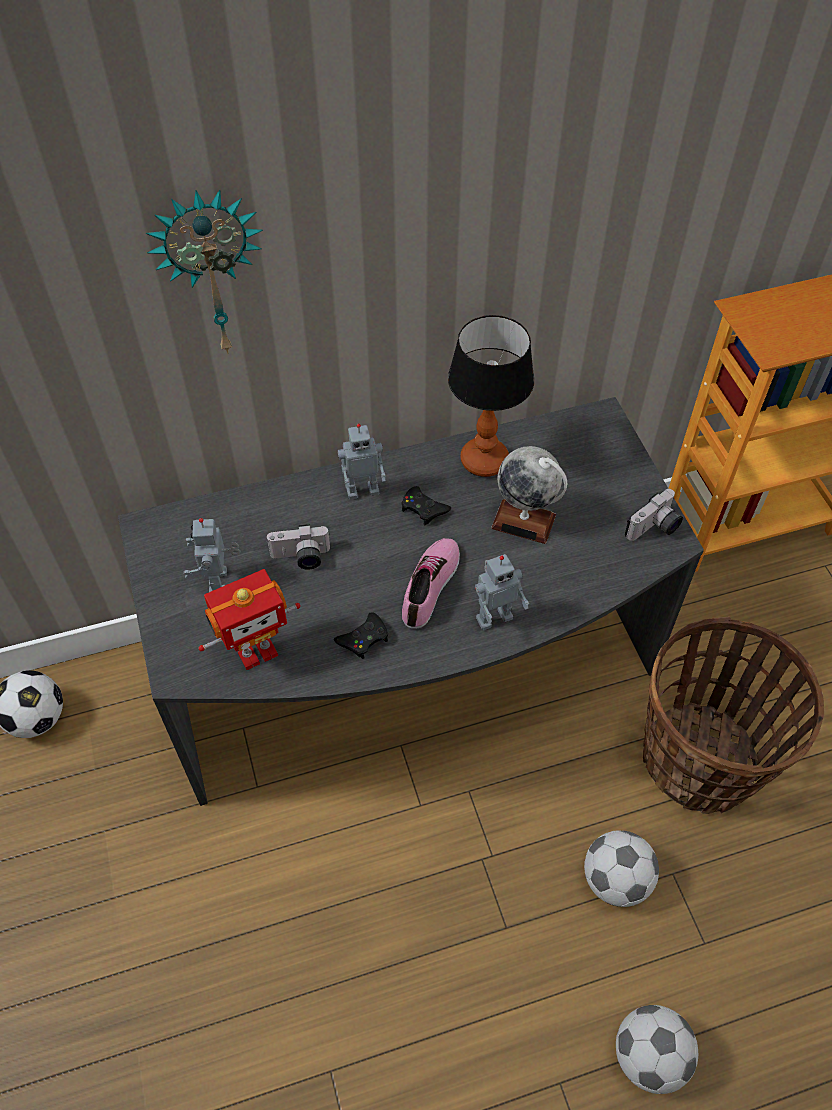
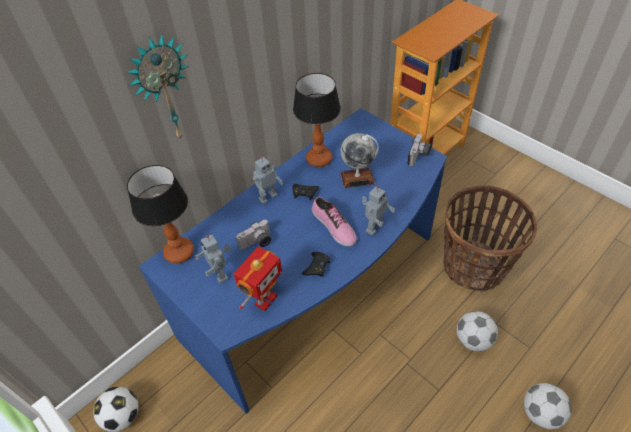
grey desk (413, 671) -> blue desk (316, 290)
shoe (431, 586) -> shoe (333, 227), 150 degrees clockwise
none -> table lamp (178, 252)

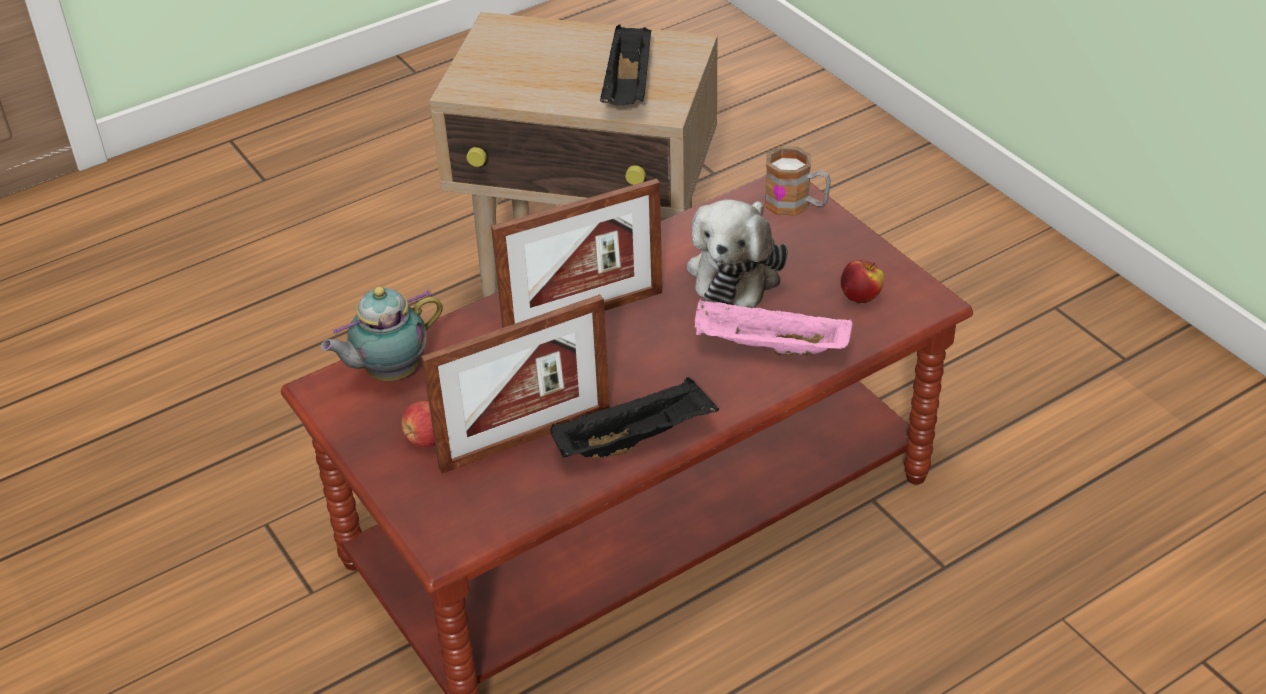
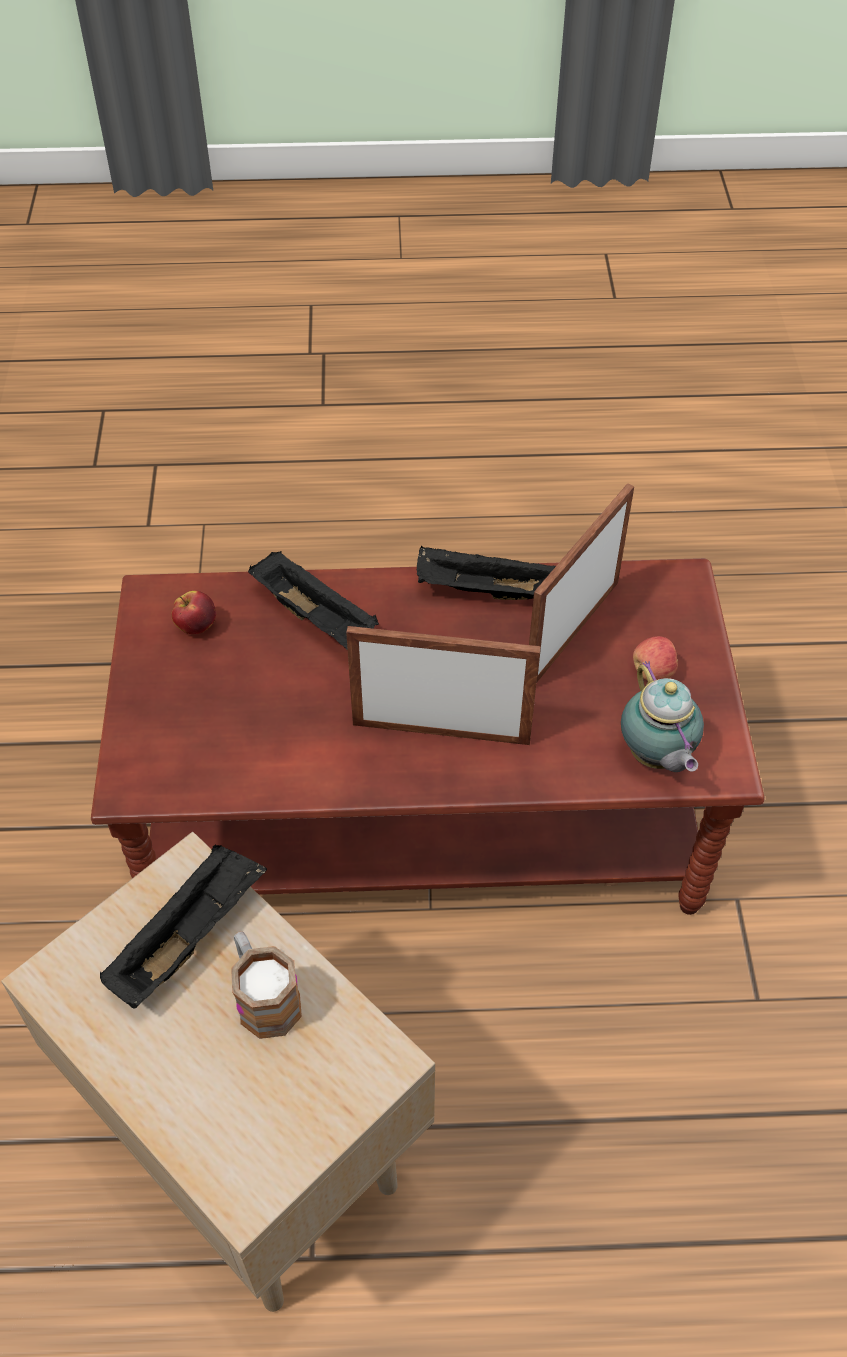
teapot (389, 373) -> teapot (656, 757), 75 degrees clockwise
picture frame (525, 439) -> picture frame (572, 633), 60 degrees counterclockwise
plush toy (736, 271) -> none
pink tray (768, 347) -> black tray (316, 618)
mug (796, 205) -> mug (263, 996), relocated

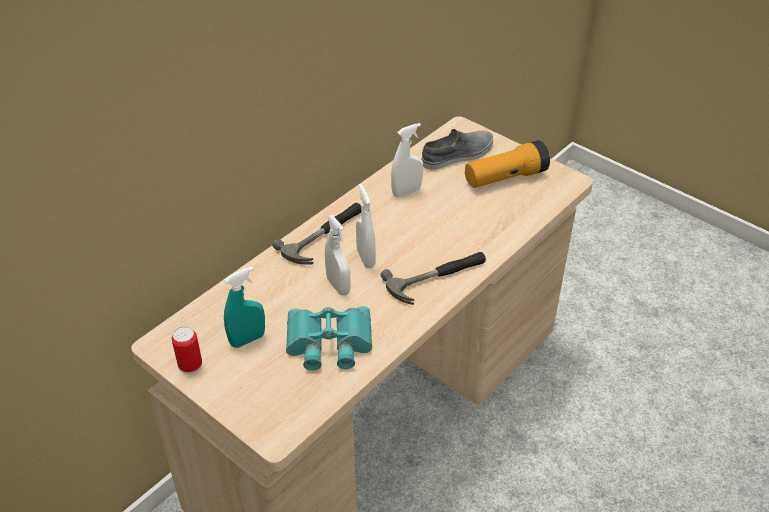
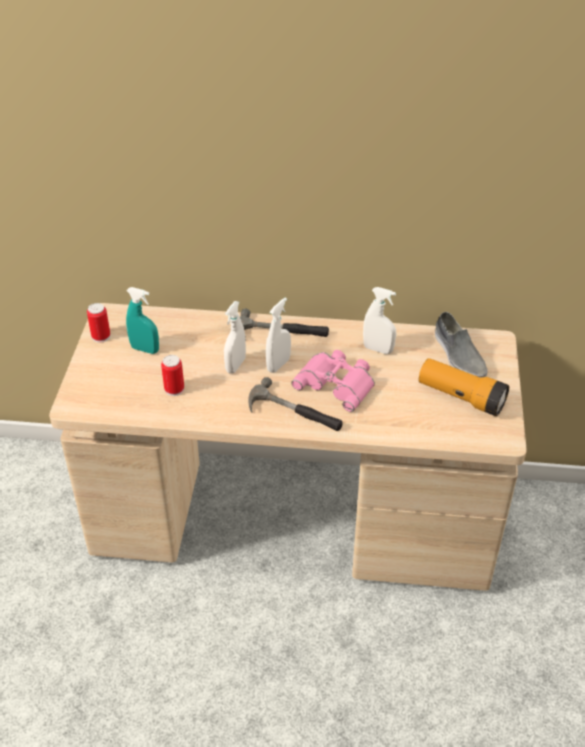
turquoise binoculars (329, 344) -> can (174, 389)
grey shoe (458, 155) -> grey shoe (458, 356), 45 degrees clockwise
none -> pink binoculars (337, 383)

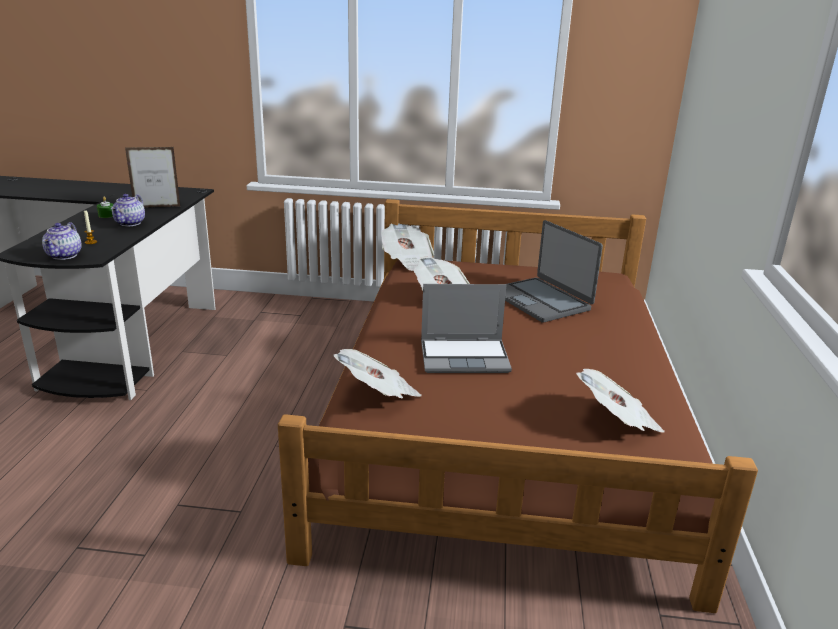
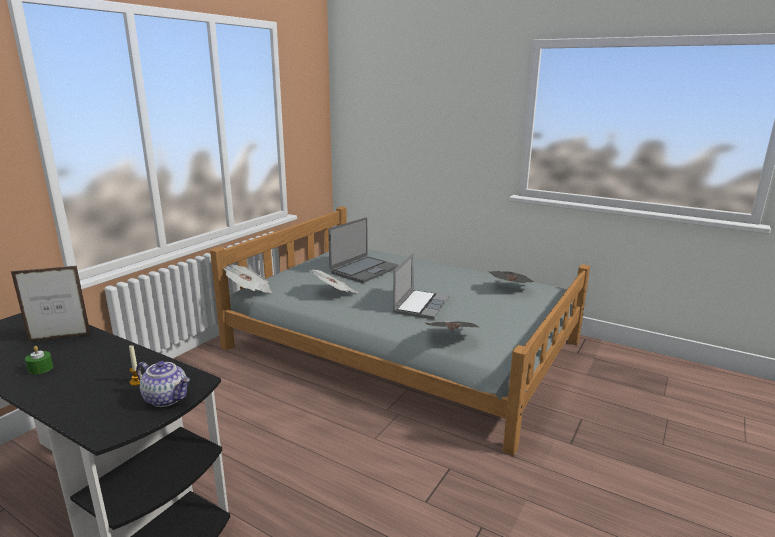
teapot (130, 223) -> none
picture frame (157, 207) -> picture frame (59, 338), 120 degrees counterclockwise
brown bed (501, 419) -> grey bed (404, 345)
laptop (541, 300) -> laptop (364, 270), 45 degrees counterclockwise

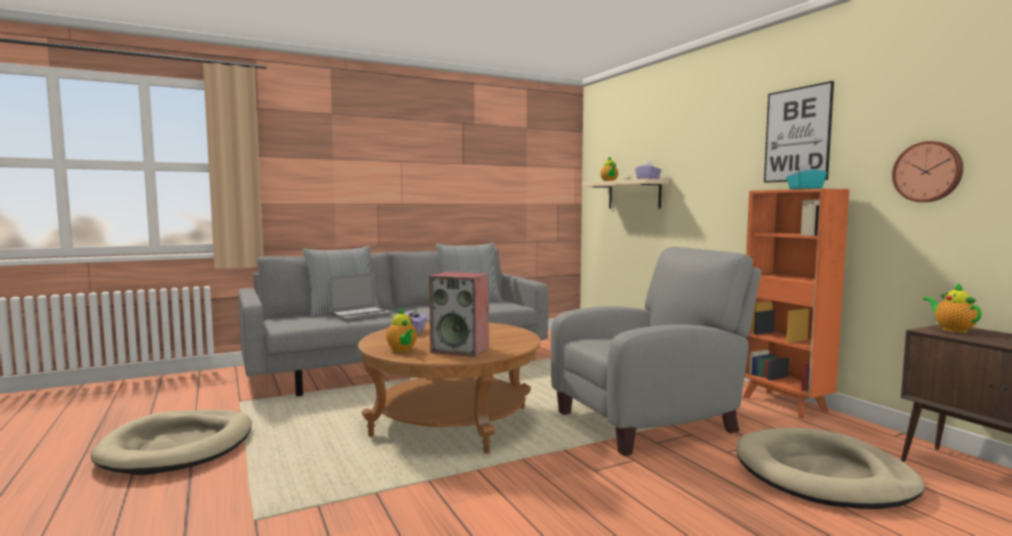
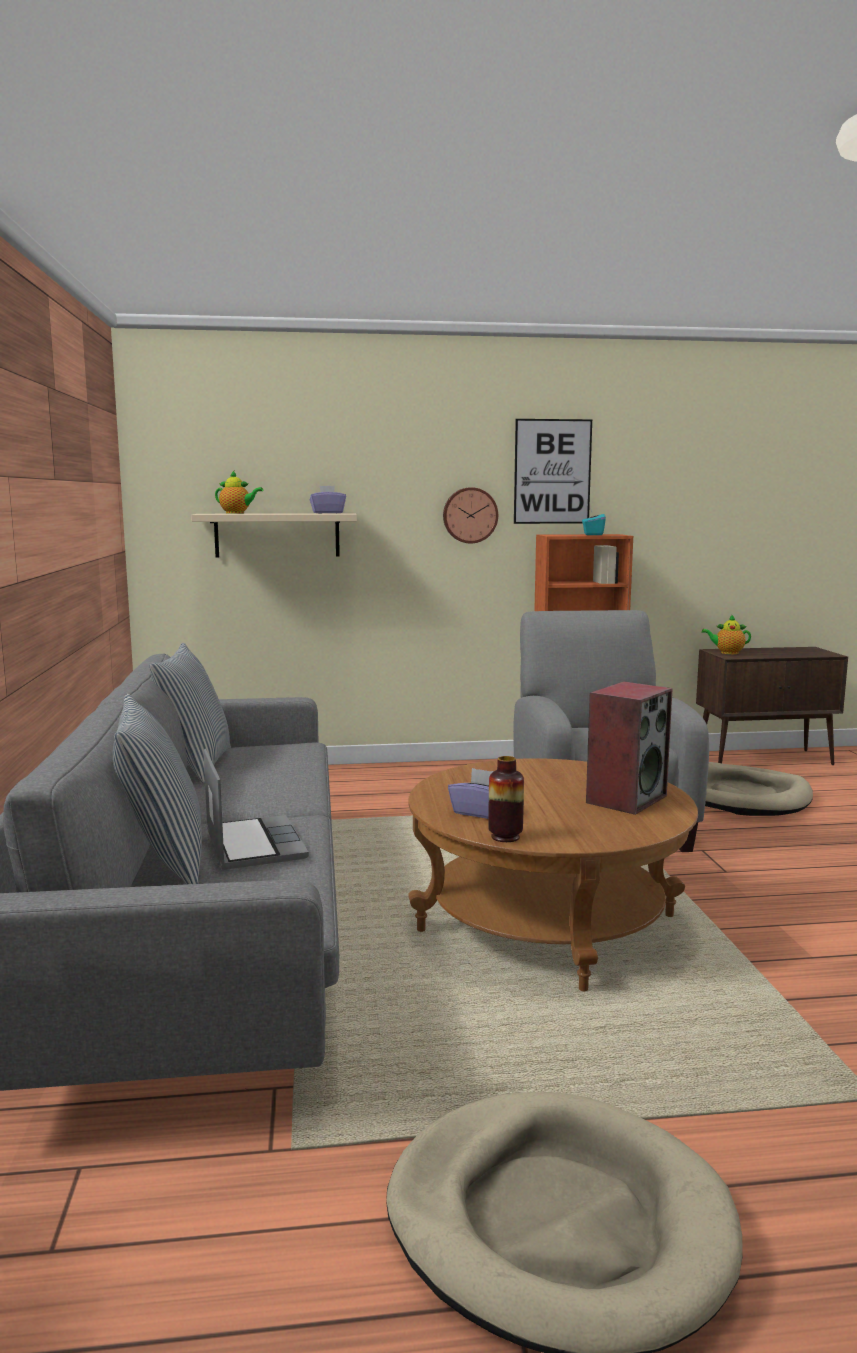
teapot (402, 350) -> none
wall clock (928, 172) -> wall clock (470, 515), relocated
none -> vase (505, 837)

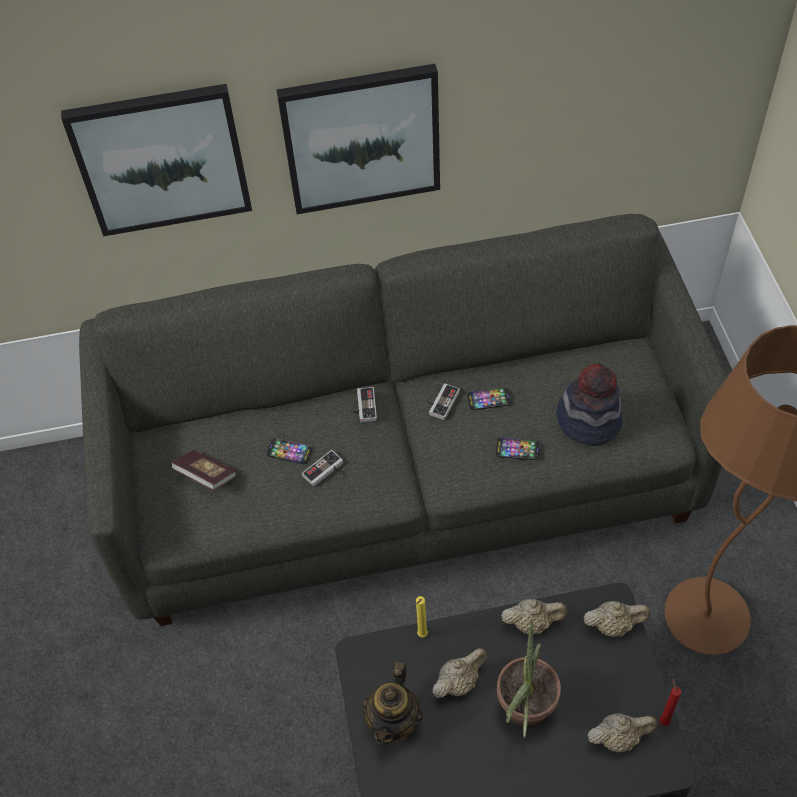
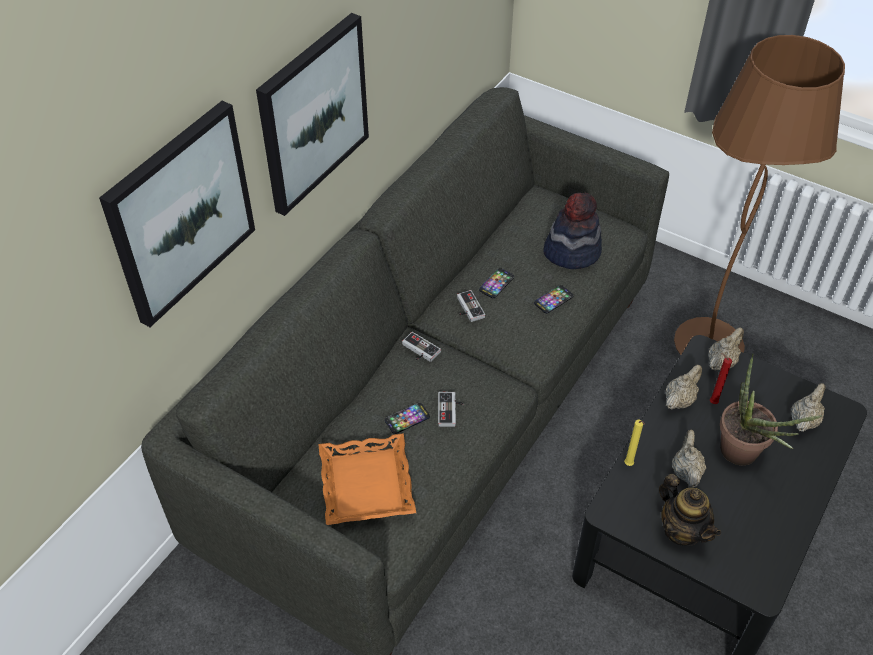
book (206, 476) -> orange tray (367, 484)
red candle (663, 720) -> red candle (711, 402), relocated

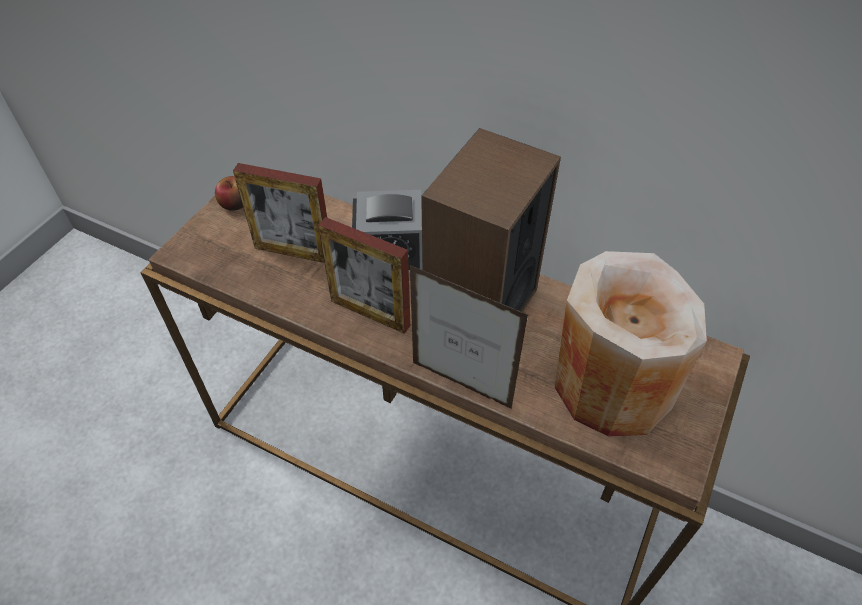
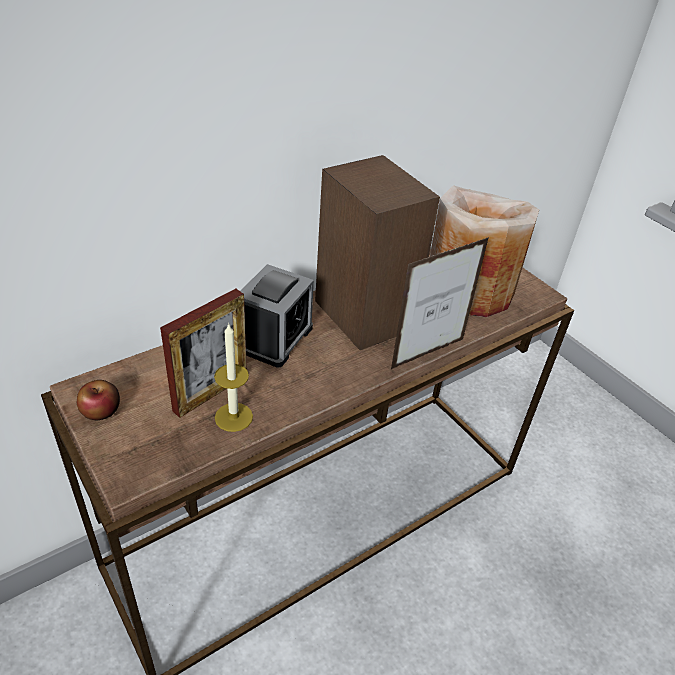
picture frame (370, 313) -> none
none -> candle (233, 417)

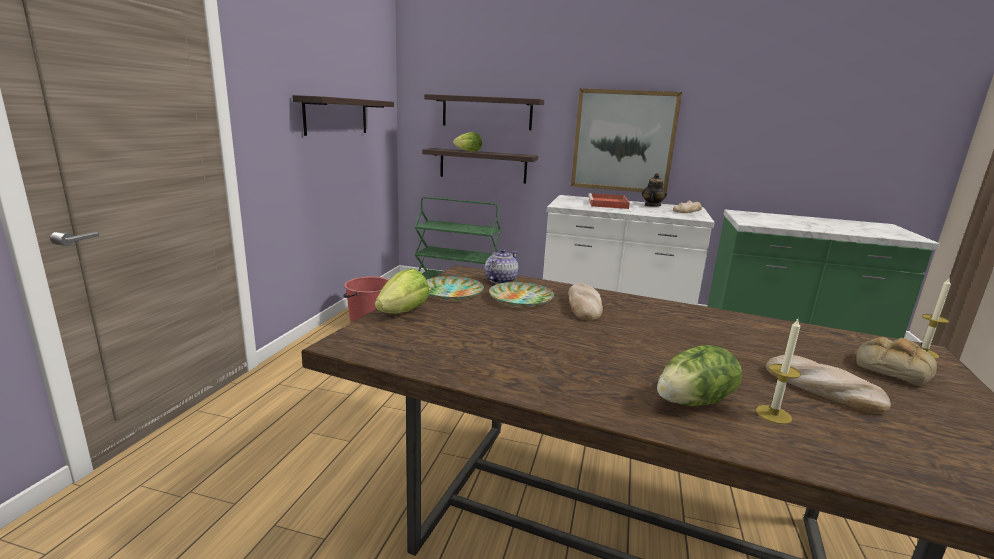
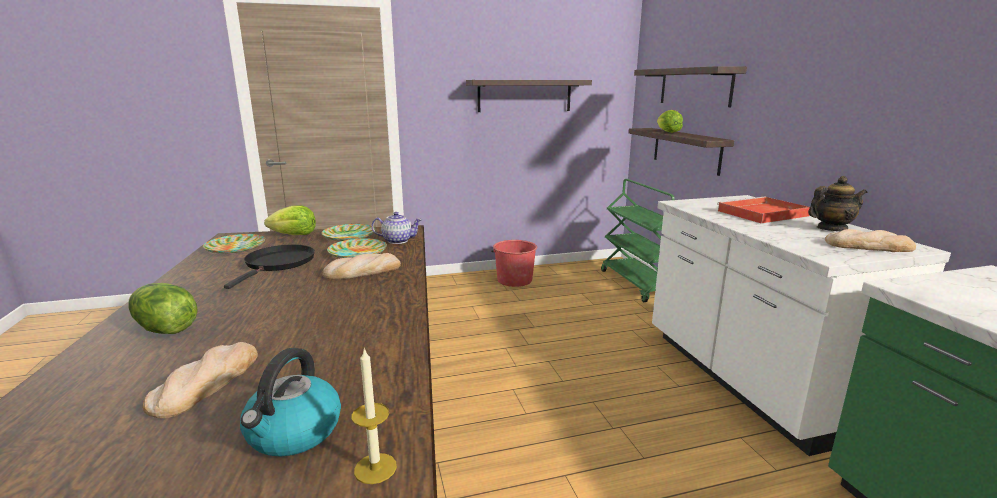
picture (623, 141) -> none
candle (773, 414) -> none
bread (892, 367) -> kettle (294, 433)
none -> plate (236, 247)
none -> black frying pan (278, 264)

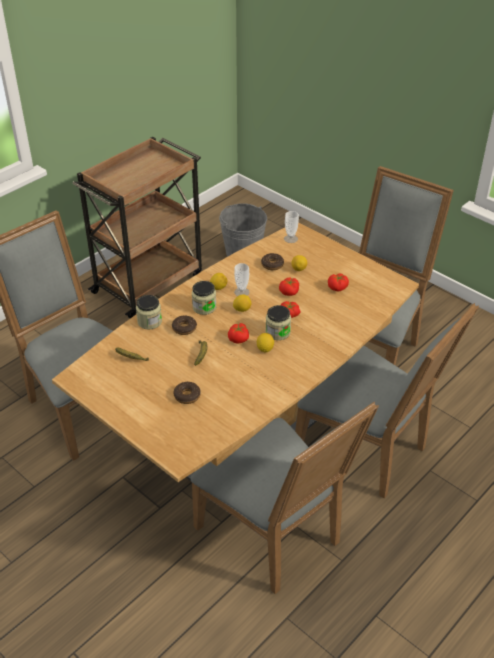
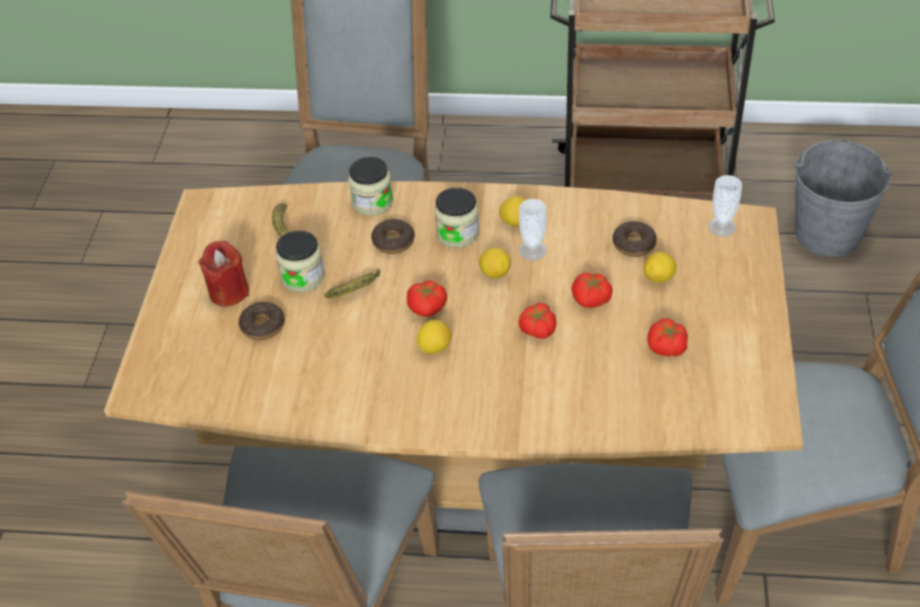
jar (278, 332) -> jar (303, 277), relocated
none -> red candle (228, 292)

